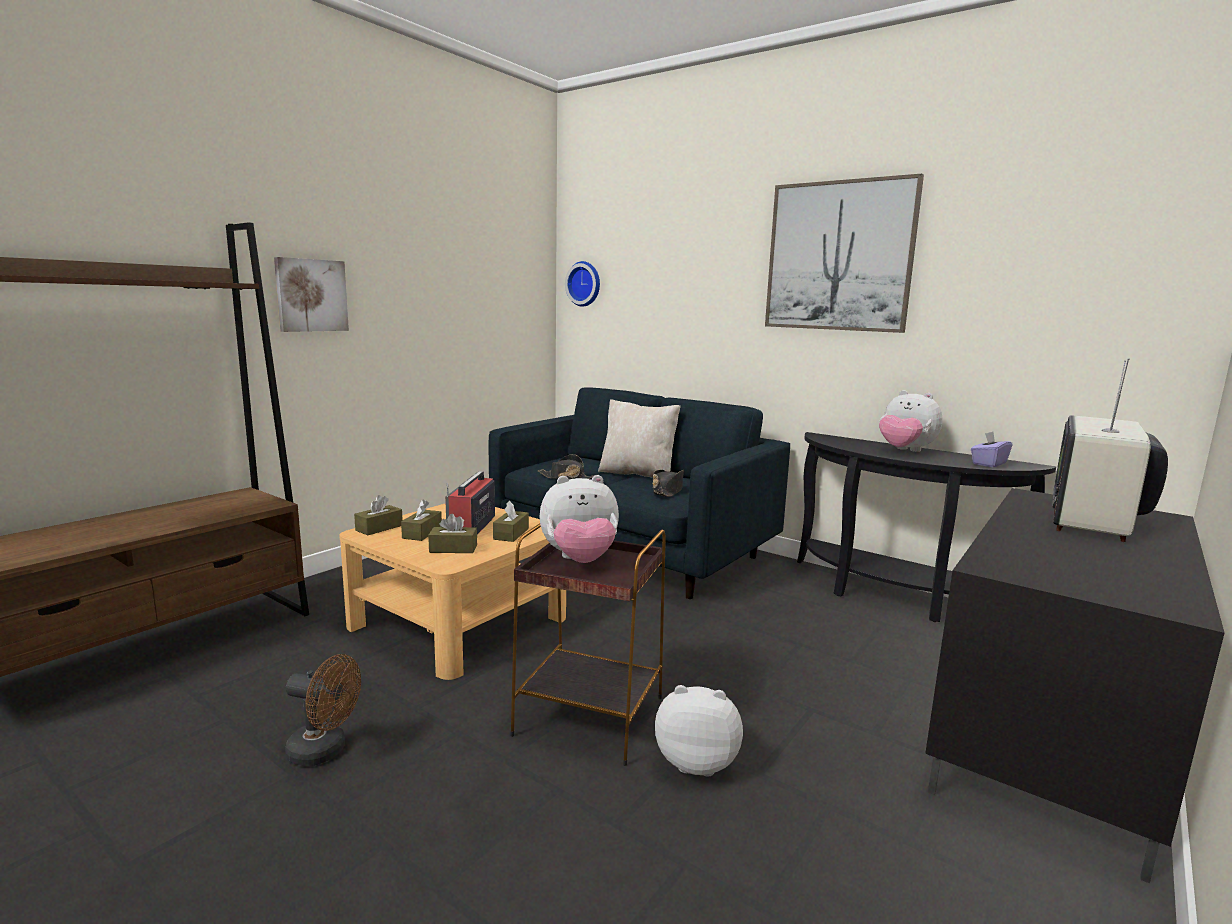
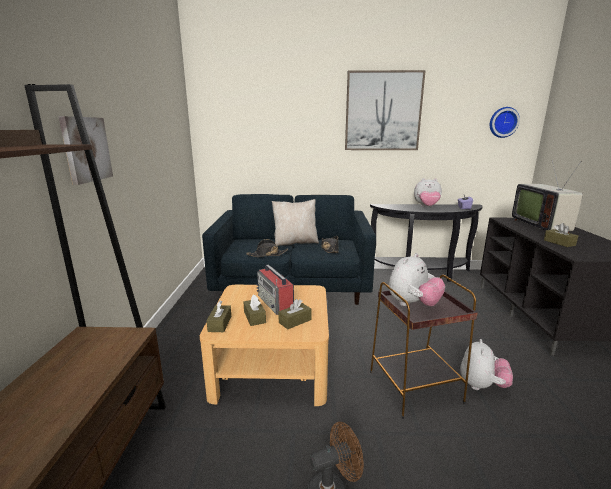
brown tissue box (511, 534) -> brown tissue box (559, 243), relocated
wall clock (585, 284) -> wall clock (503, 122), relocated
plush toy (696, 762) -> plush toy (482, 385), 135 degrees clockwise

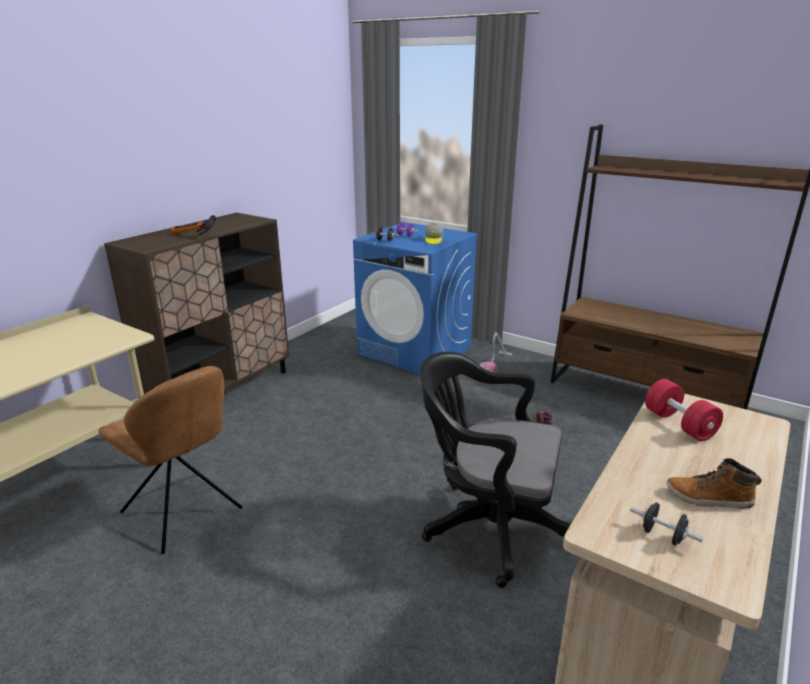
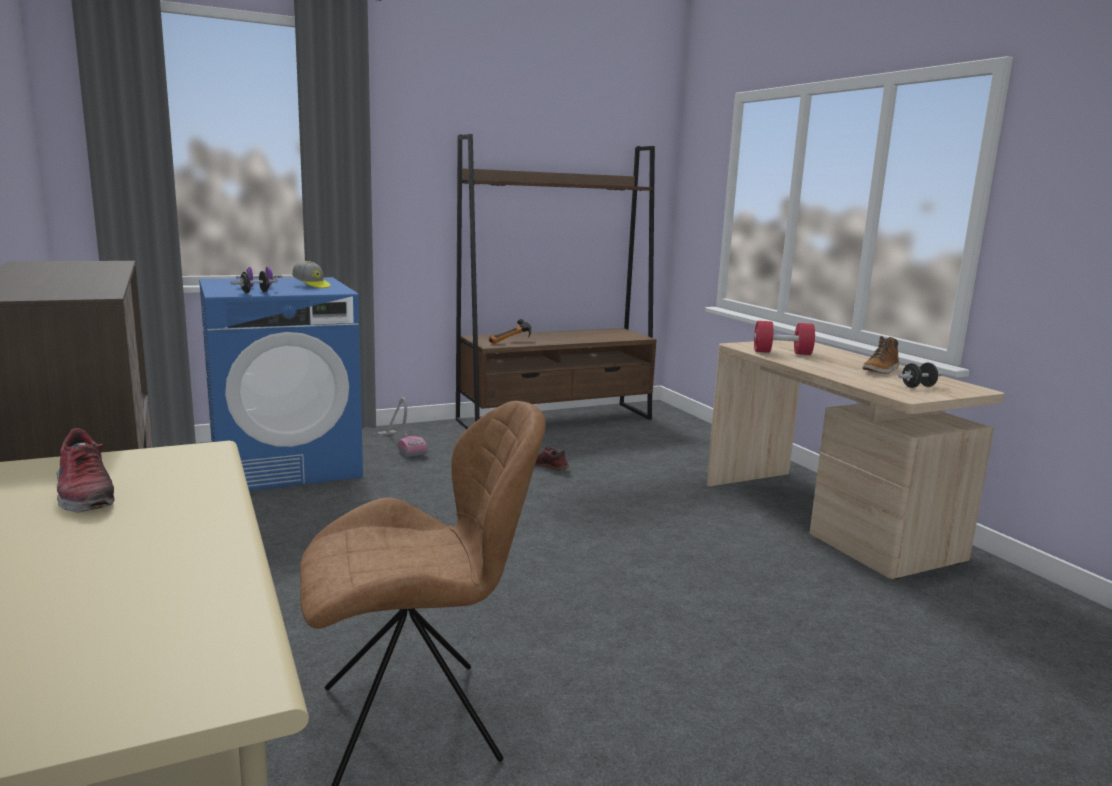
hammer (192, 236) -> hammer (511, 342), relocated
black office chair (488, 527) -> none
none -> shoe (82, 493)

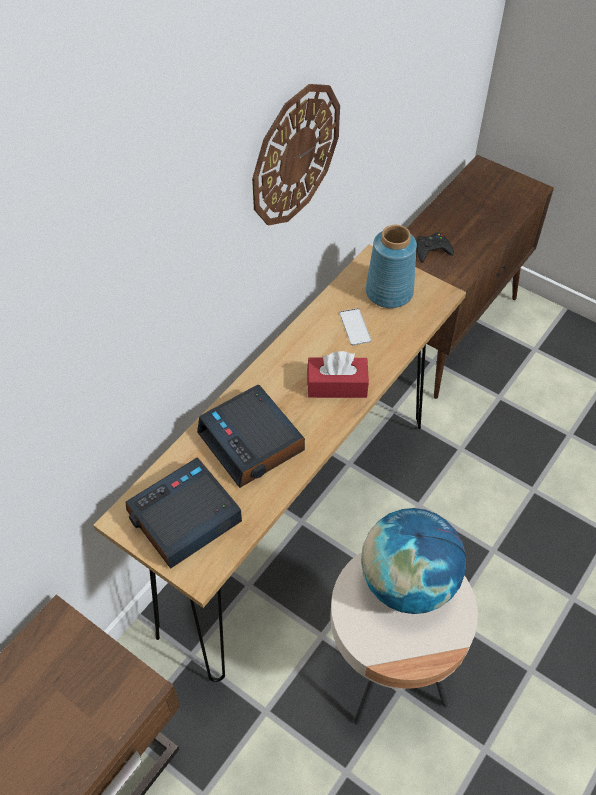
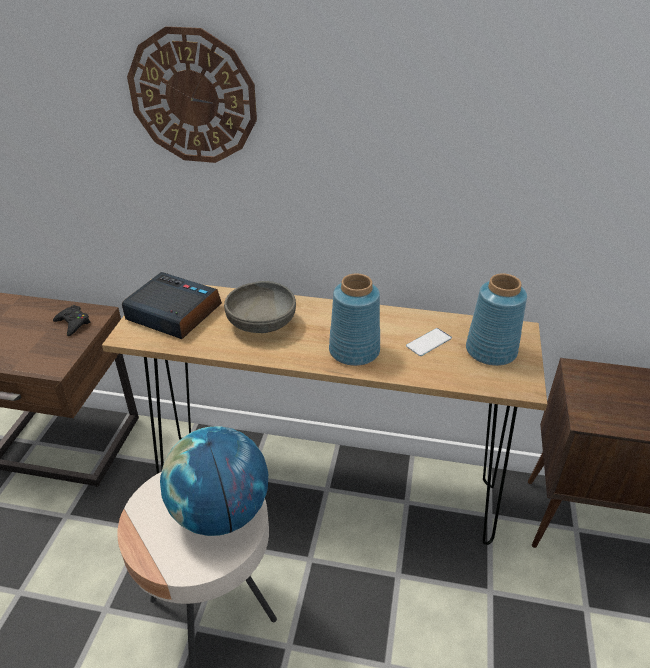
alarm clock (252, 442) -> grey bowl (262, 323)
wall clock (295, 155) -> wall clock (193, 97), relocated
red tissue box (337, 385) -> blue vase (353, 351)
black game controller (432, 250) -> black game controller (73, 323), relocated

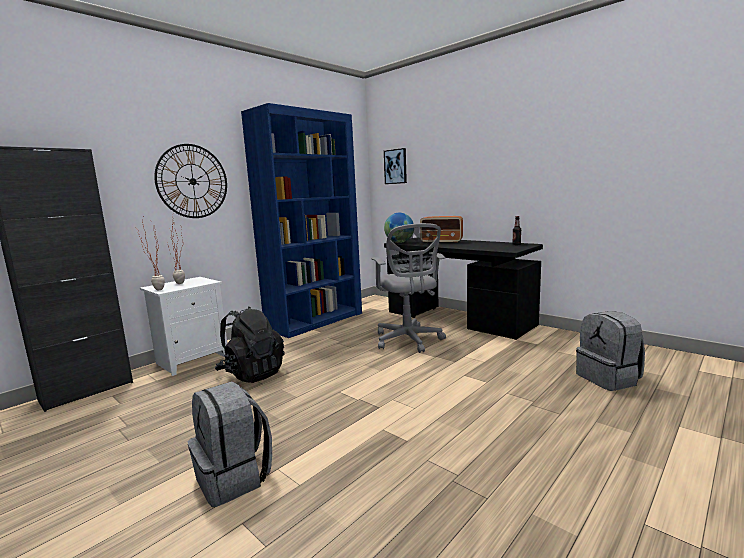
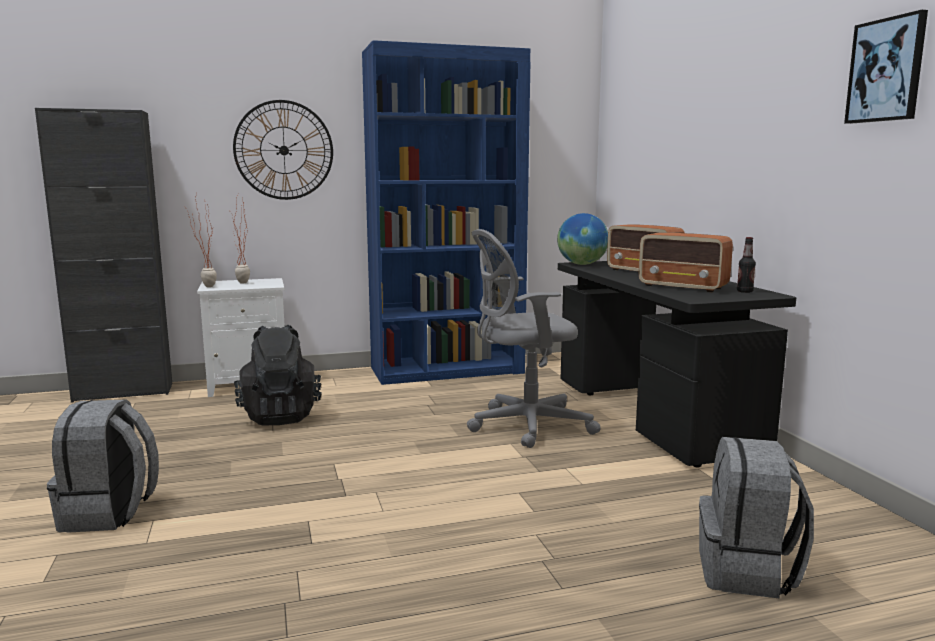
grey office chair (409, 341) -> grey office chair (524, 426), 60 degrees clockwise
picture (395, 166) -> picture (886, 70), relocated
none -> radio (683, 287)

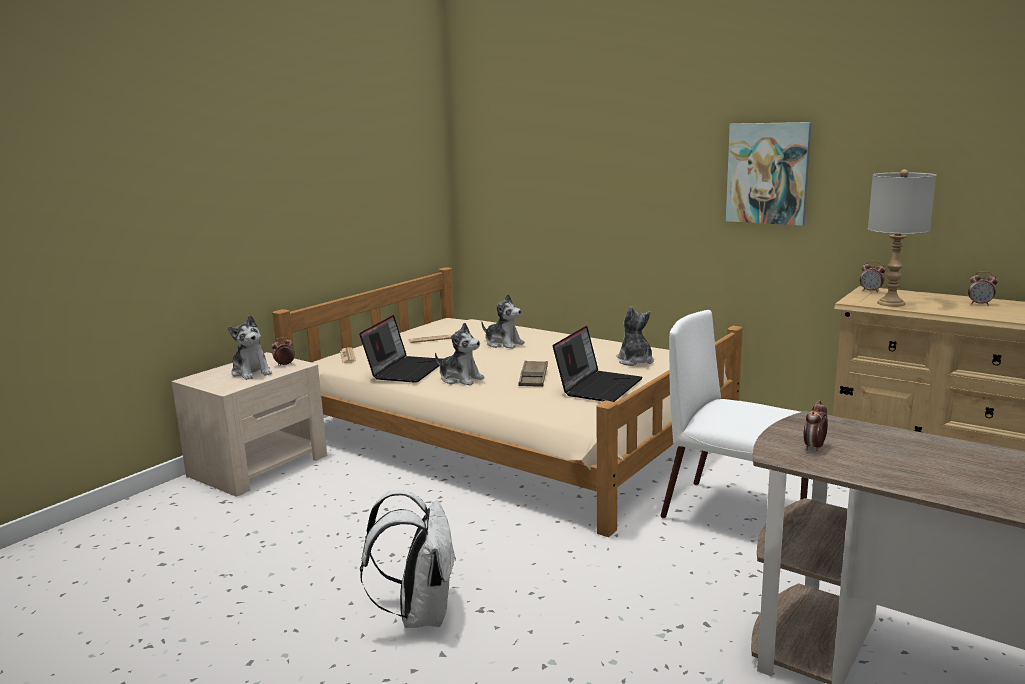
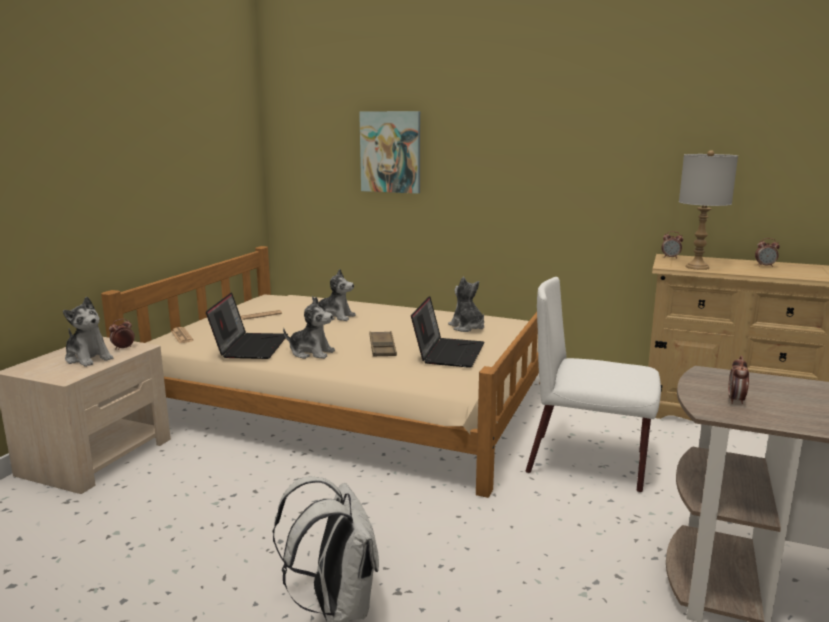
picture (768, 173) -> picture (391, 152), relocated

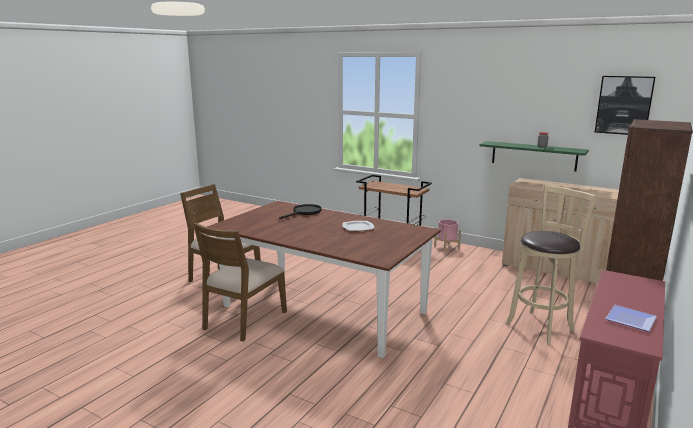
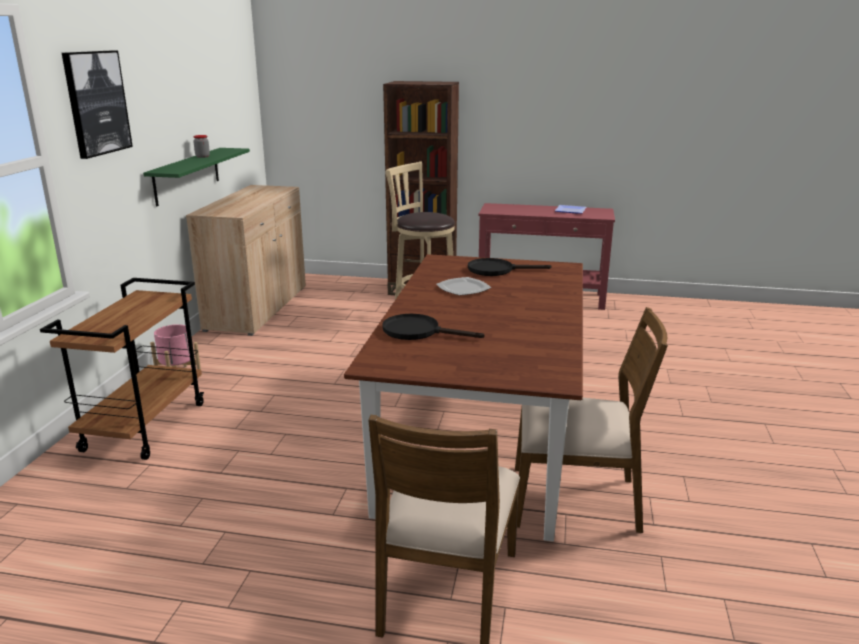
picture (624, 105) -> picture (96, 103), relocated
none -> black frying pan (497, 270)

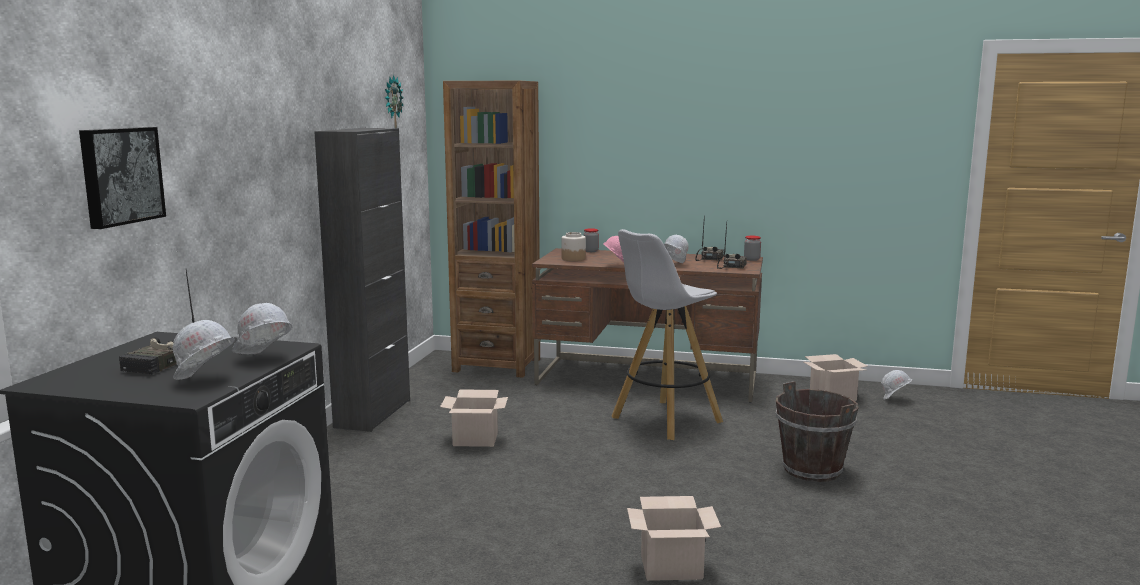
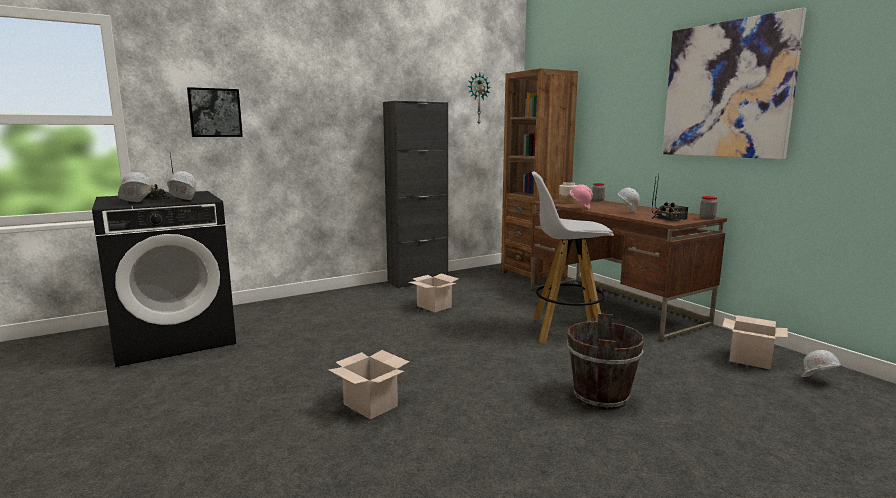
none -> picture (726, 90)

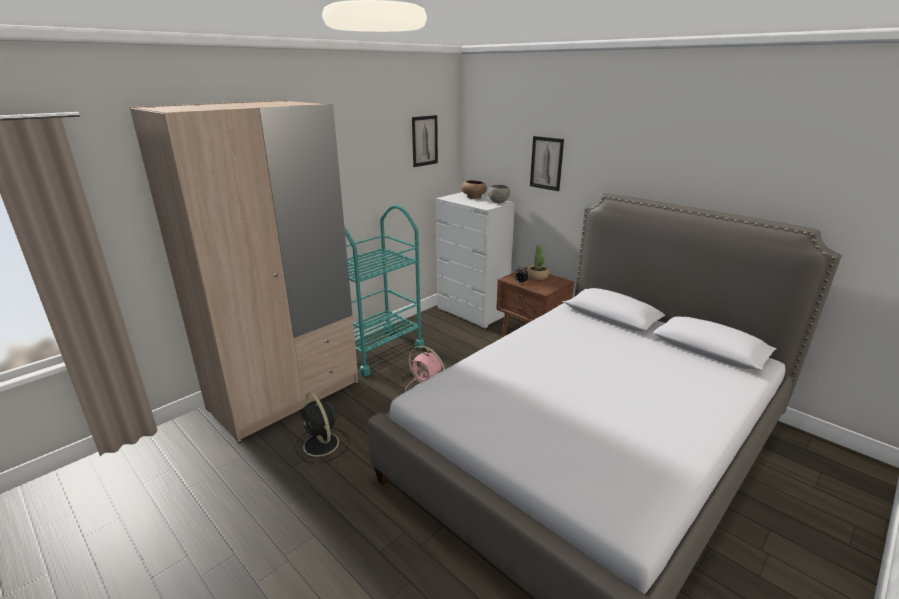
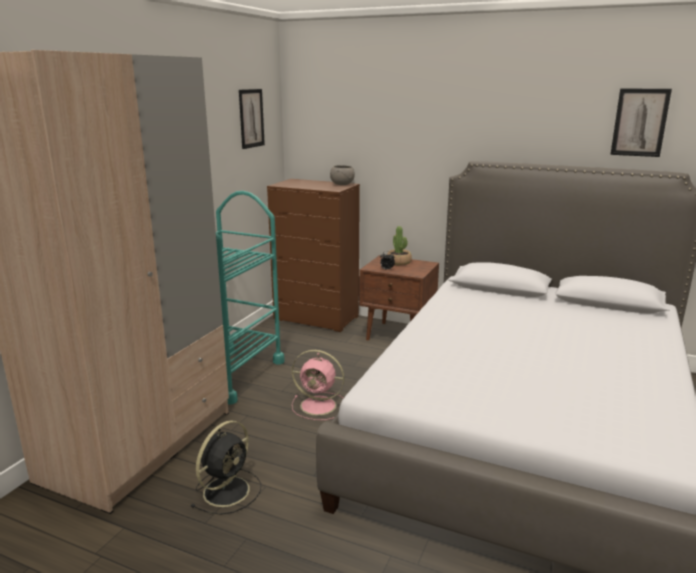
black fan (322, 445) -> black fan (228, 490), 90 degrees counterclockwise
white dresser (472, 312) -> brown dresser (316, 318)
brown bowl (474, 196) -> none
picture (546, 163) -> picture (640, 122), relocated

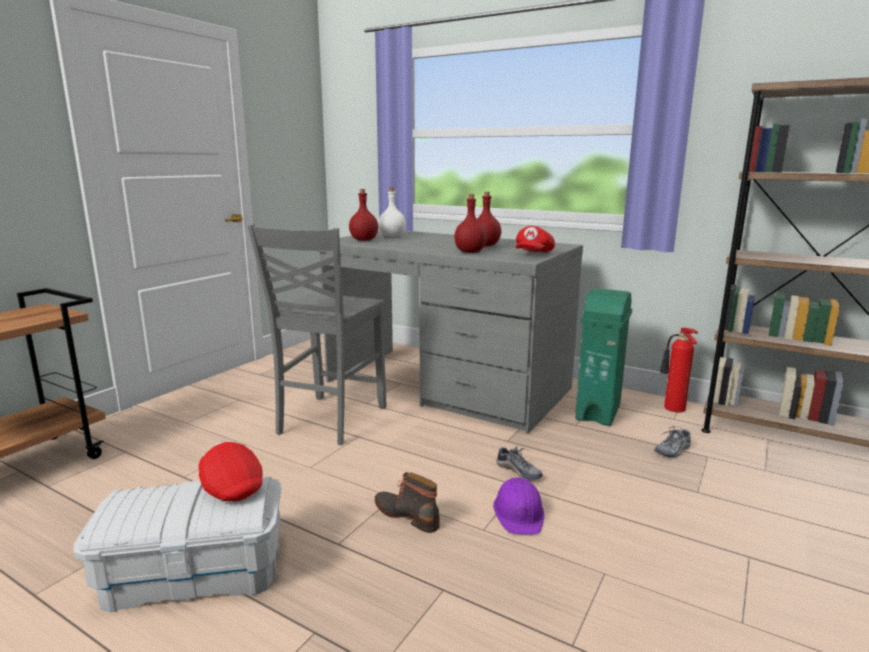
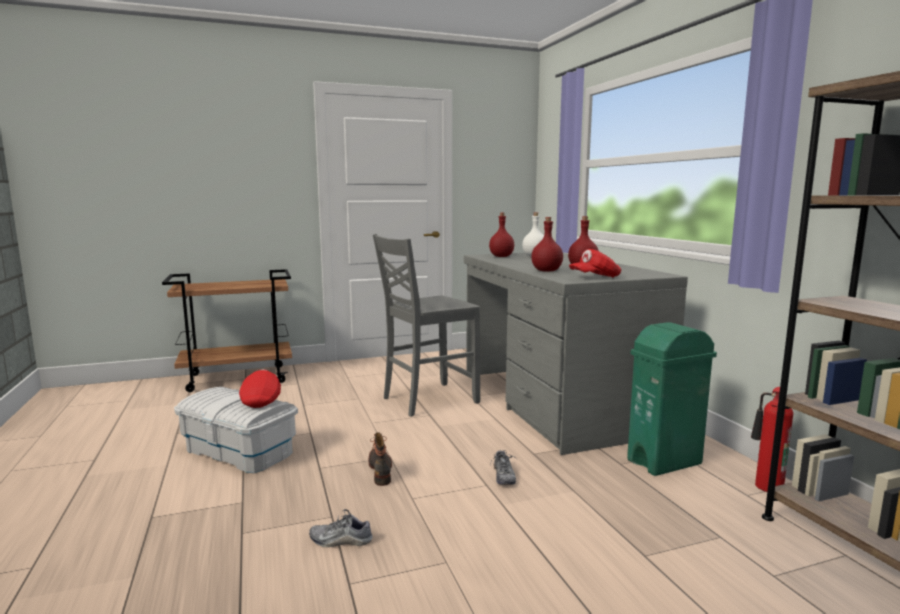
purple hard hat (519, 513) -> none
shoe (673, 451) -> shoe (341, 540), relocated

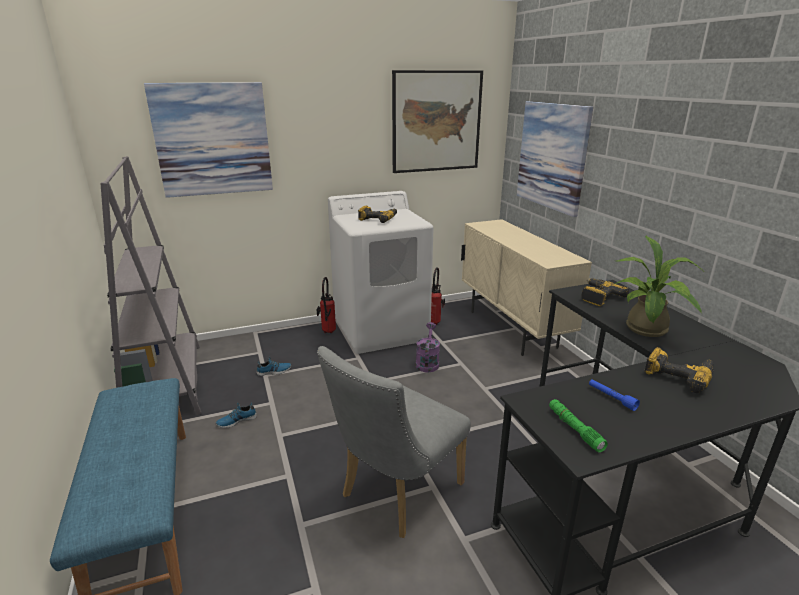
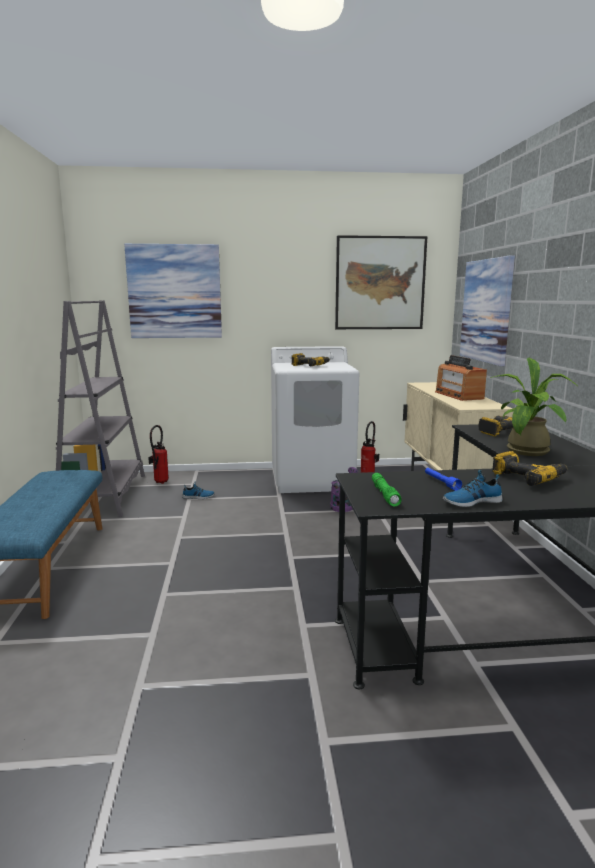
shoe (236, 420) -> shoe (471, 501), relocated
fire extinguisher (327, 332) -> fire extinguisher (159, 482), relocated
grey chair (396, 494) -> none
none -> radio (458, 395)

